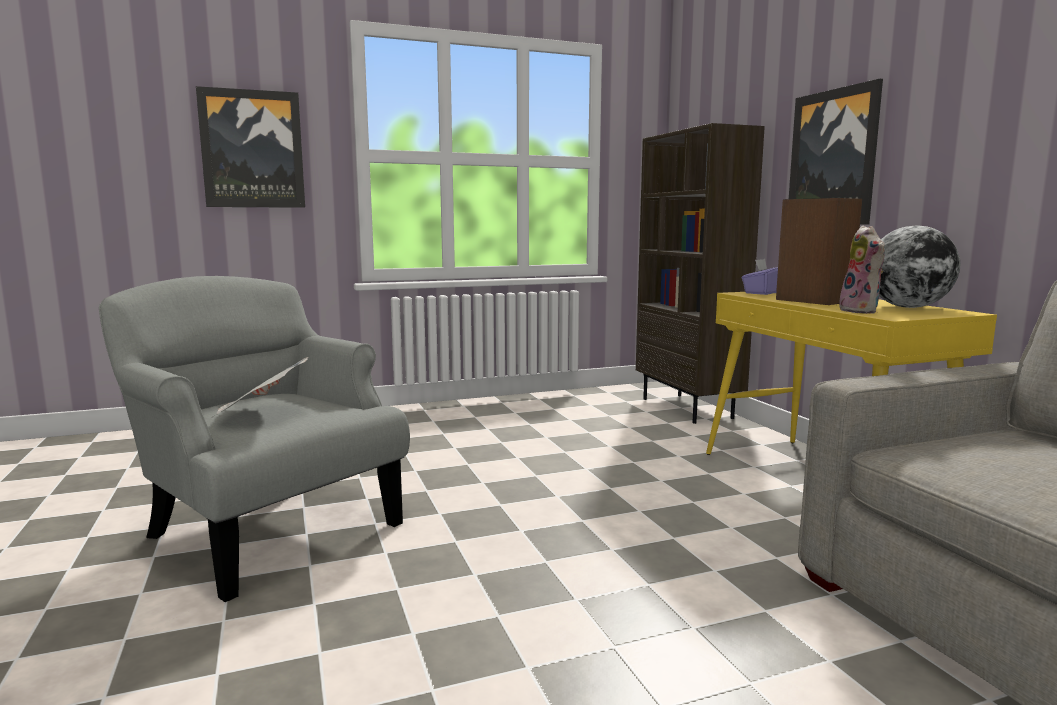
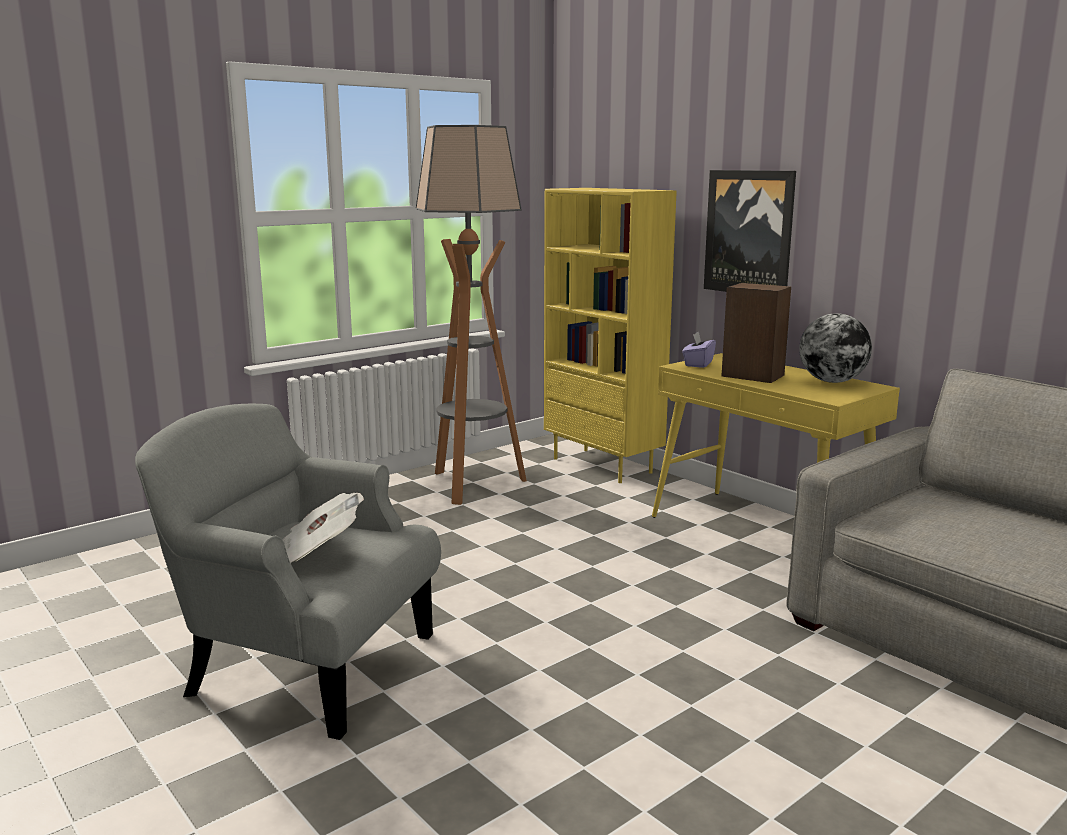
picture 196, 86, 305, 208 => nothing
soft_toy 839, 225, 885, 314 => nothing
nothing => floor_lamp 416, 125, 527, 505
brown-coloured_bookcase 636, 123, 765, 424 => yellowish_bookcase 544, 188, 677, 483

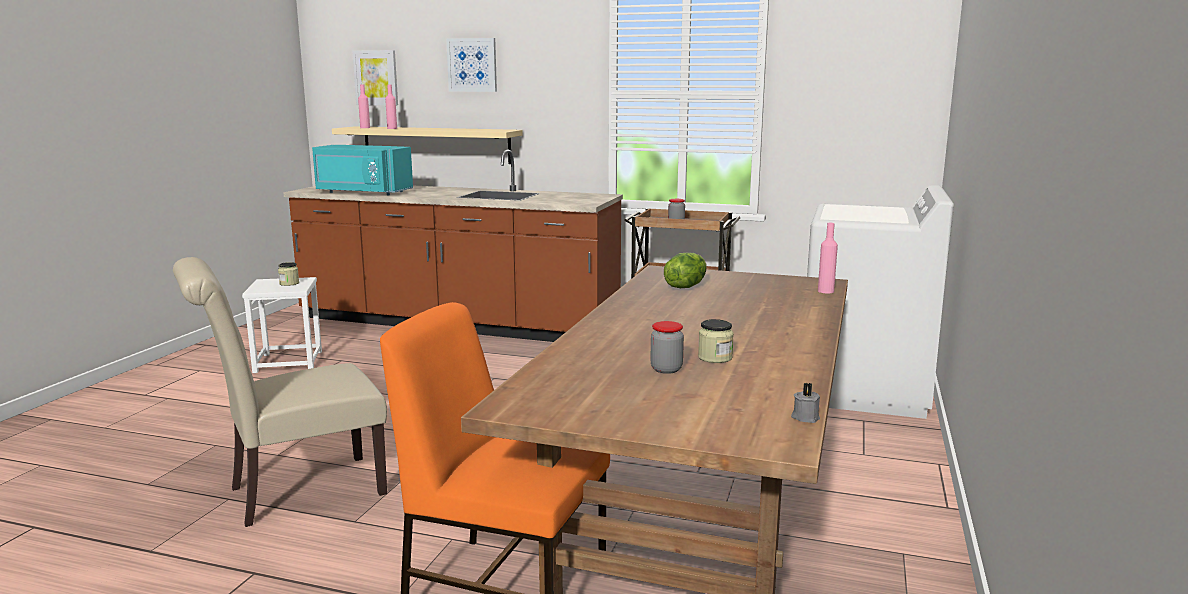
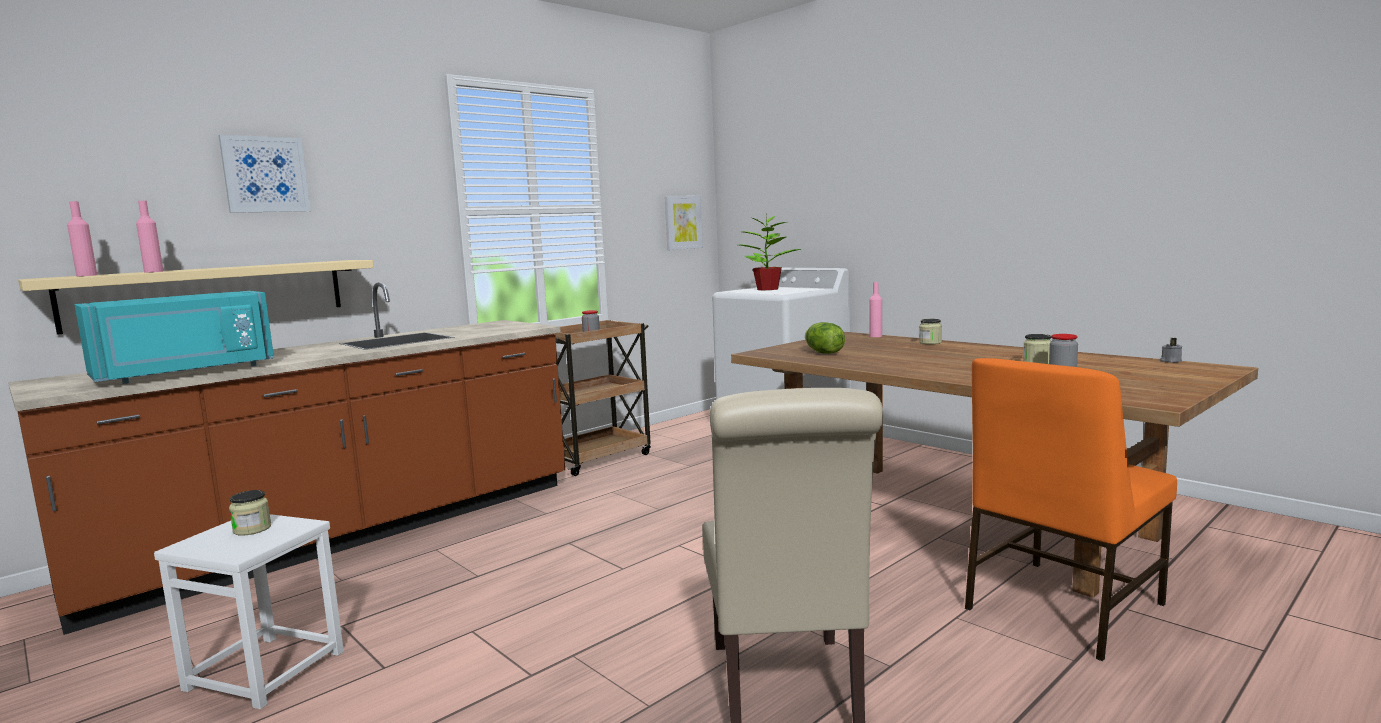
nothing => plant_in_a_pot 740, 214, 801, 290
nothing => jar 919, 319, 942, 344
picture 352, 50, 398, 105 => picture 665, 196, 703, 250, move

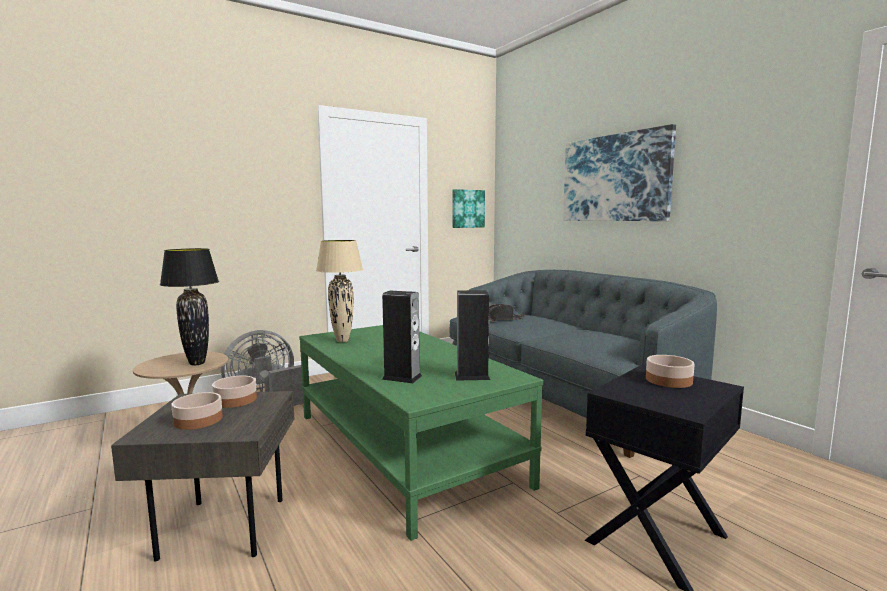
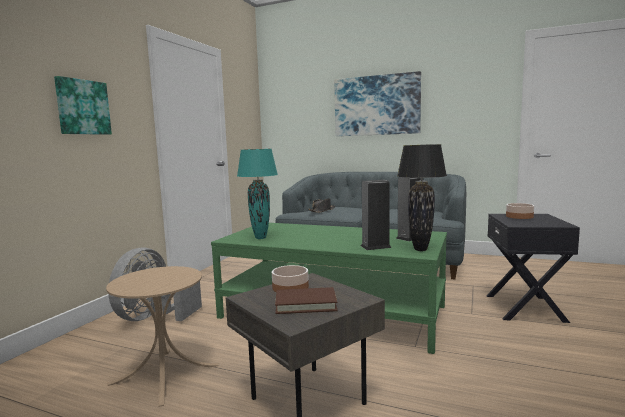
blackish_tabletop_lamp 160, 248, 219, 365 => blackish_tabletop_lamp 397, 144, 447, 251, move
picture 452, 189, 485, 228 => picture 54, 76, 112, 135, move
serving_bowl 171, 392, 223, 430 => brown-coloured_volume 275, 287, 338, 314
beige_tabletop_lamp 316, 240, 363, 342 => blue-green_tabletop_lamp 237, 149, 278, 239

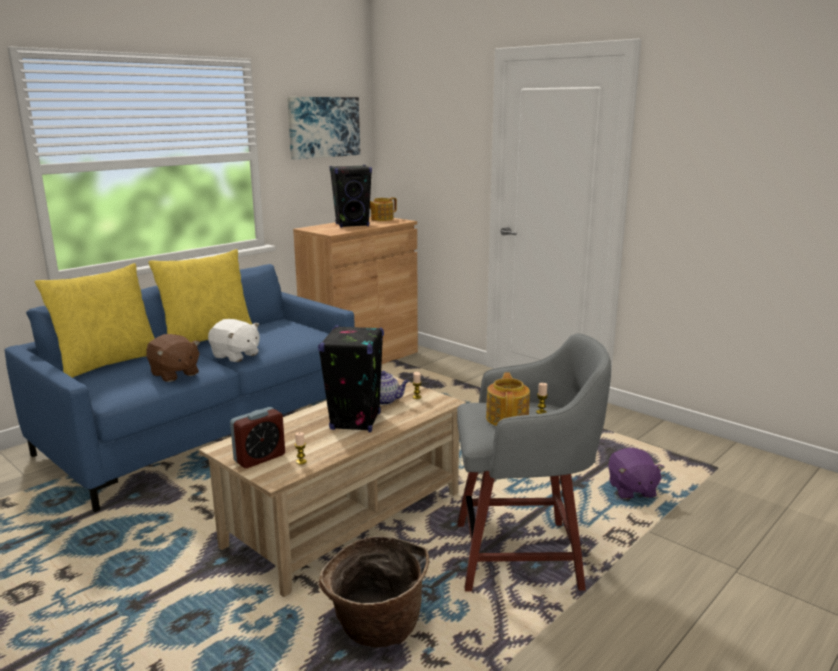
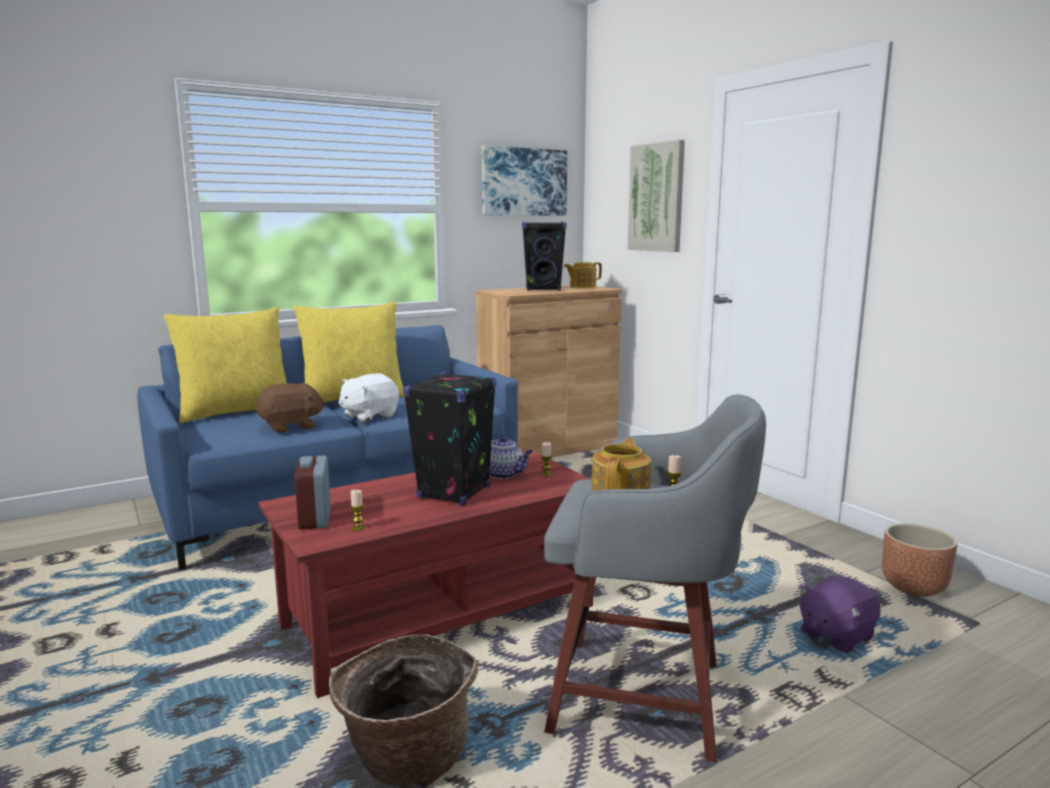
nothing => picture 628, 140, 685, 252
nothing => brown-coloured_plant_pot 882, 523, 957, 596
beige_low_table 199, 377, 466, 597 => red-coloured_low_table 259, 451, 593, 698
brown-coloured_soft_toy 146, 334, 200, 382 => brown-coloured_soft_toy 256, 383, 325, 433, 90 degrees counterclockwise
whitish_soft_toy 208, 319, 260, 362 => whitish_soft_toy 339, 374, 399, 422, 90 degrees clockwise
table_clock 230, 407, 285, 468 => table_clock 294, 455, 331, 529, 105 degrees clockwise
purplish_soft_toy 608, 448, 665, 499 => purplish_soft_toy 799, 577, 881, 653, 45 degrees clockwise

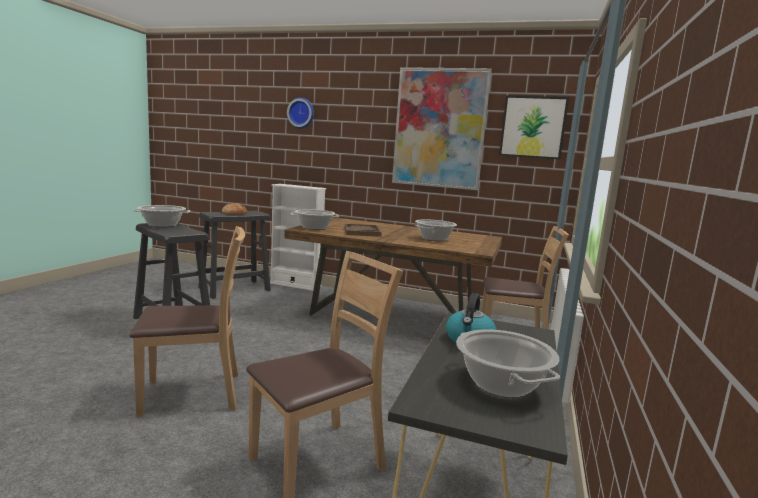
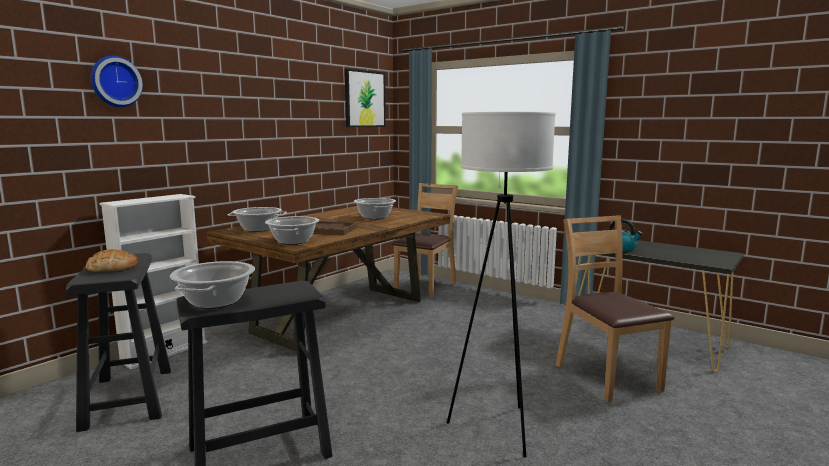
picture 392, 67, 492, 190 => nothing
cooking_pot 456, 329, 560, 398 => cooking_pot 228, 207, 287, 232, move
brown-coloured_chair 129, 226, 245, 417 => whitish_floor_lamp 447, 112, 556, 458

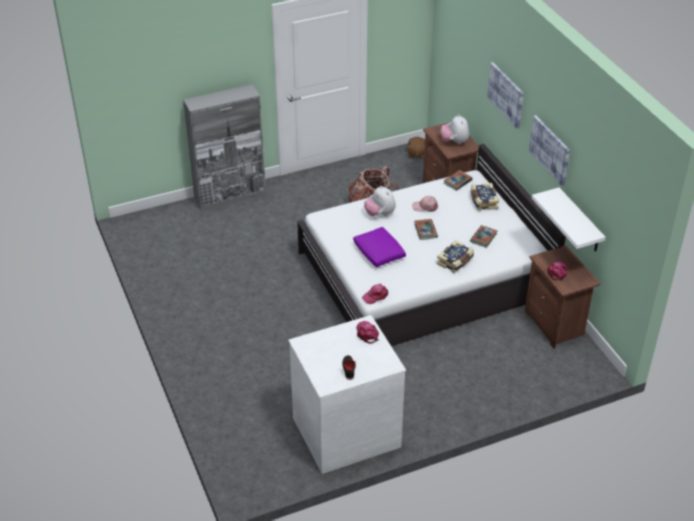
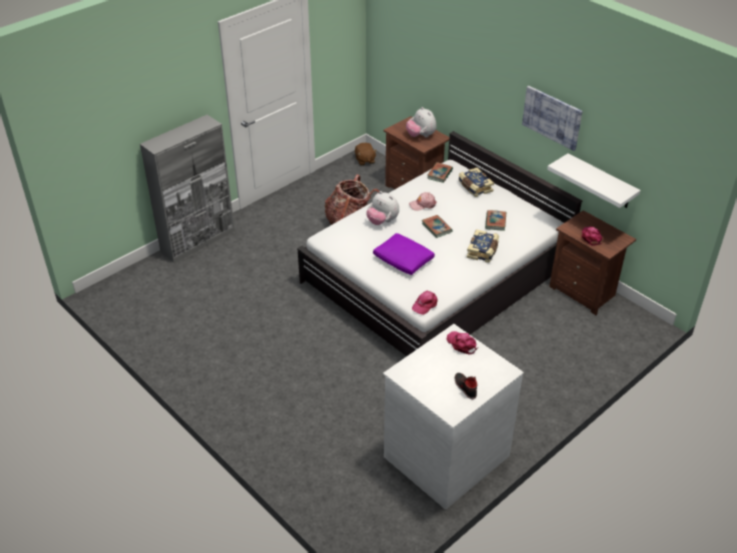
picture 487, 62, 524, 129 => nothing

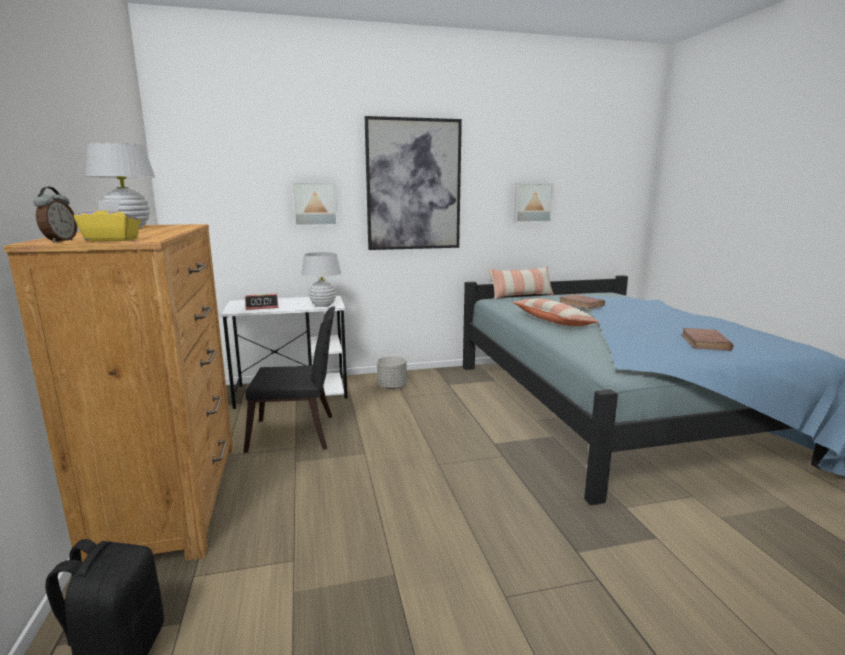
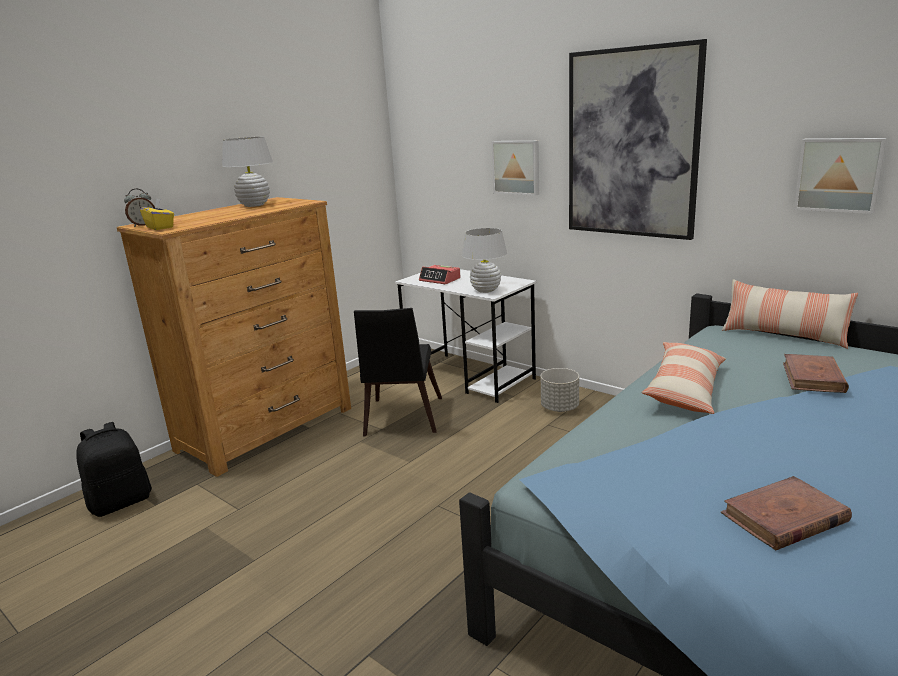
blackish_chair 243, 306, 335, 453 => blackish_chair 354, 308, 442, 436, 45 degrees clockwise

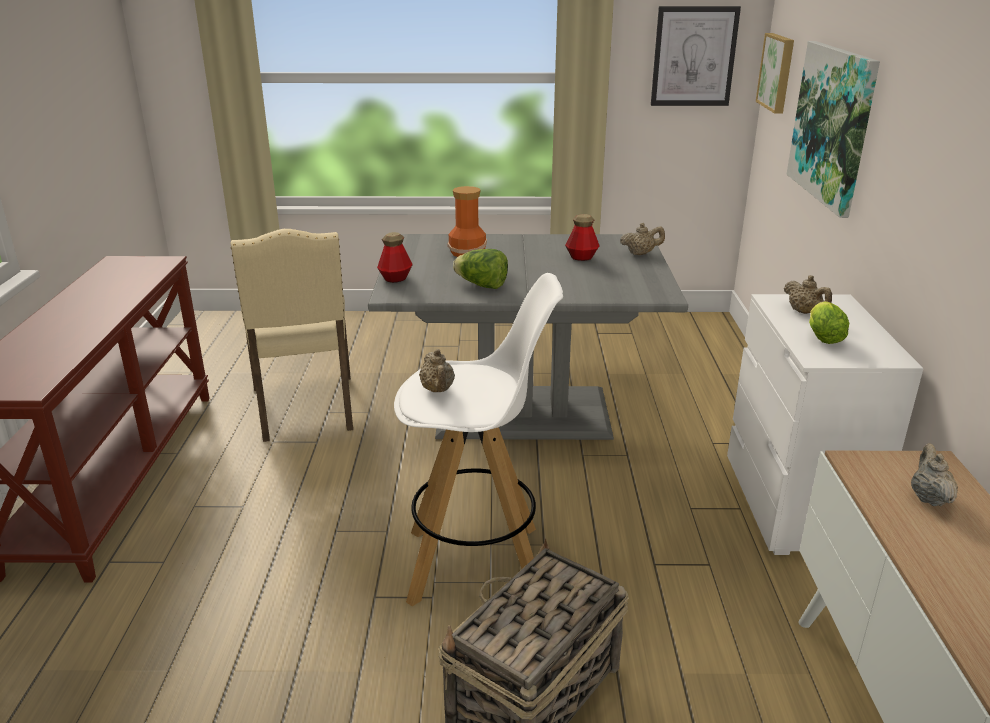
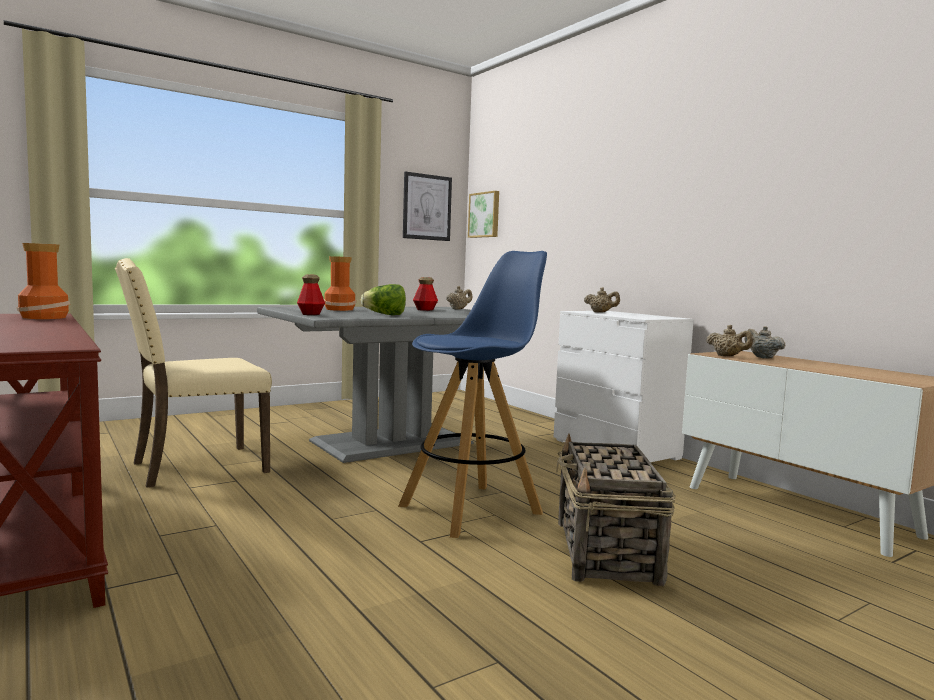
picture 787, 41, 880, 218 => nothing
lettuce_head 809, 301, 849, 344 => nothing
nothing => flower_vase 17, 243, 70, 319
beige_pot_for_tea 419, 349, 455, 392 => beige_pot_for_tea 706, 325, 753, 356, move
whitish_stool_seat 394, 273, 563, 606 => blue_stool_seat 398, 251, 547, 538
beige_chair 231, 229, 353, 442 => beige_chair 115, 258, 272, 488, 105 degrees clockwise

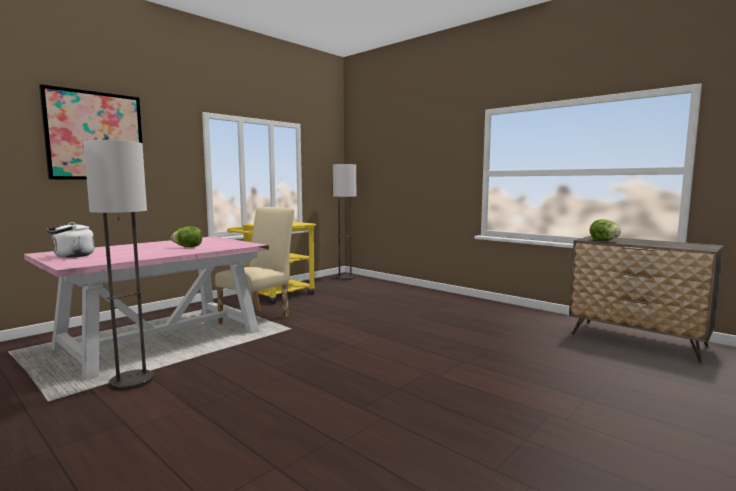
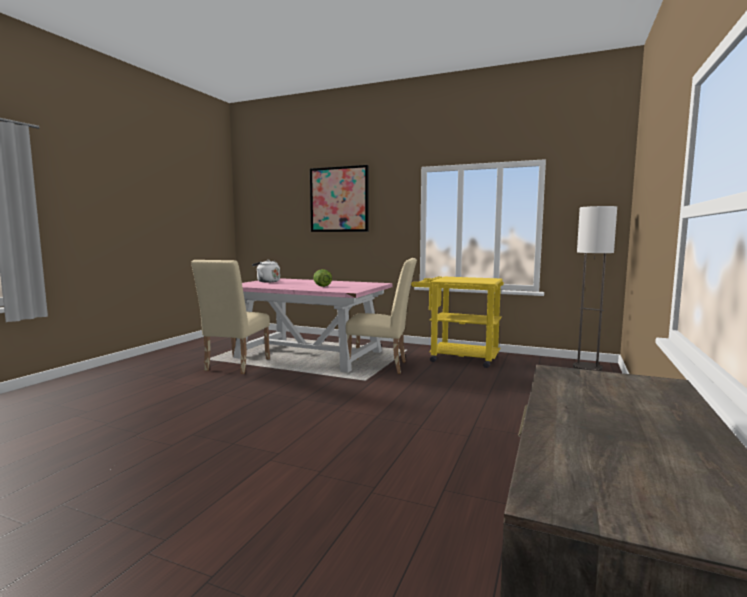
lettuce_head 590, 219, 621, 241 => nothing
floor_lamp 83, 140, 154, 390 => beige_chair 191, 260, 270, 374

